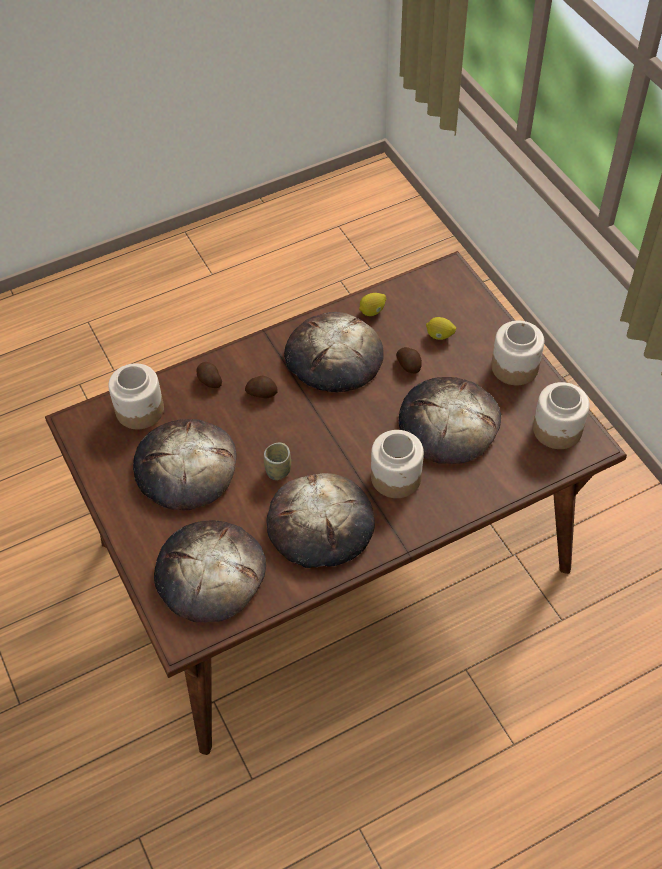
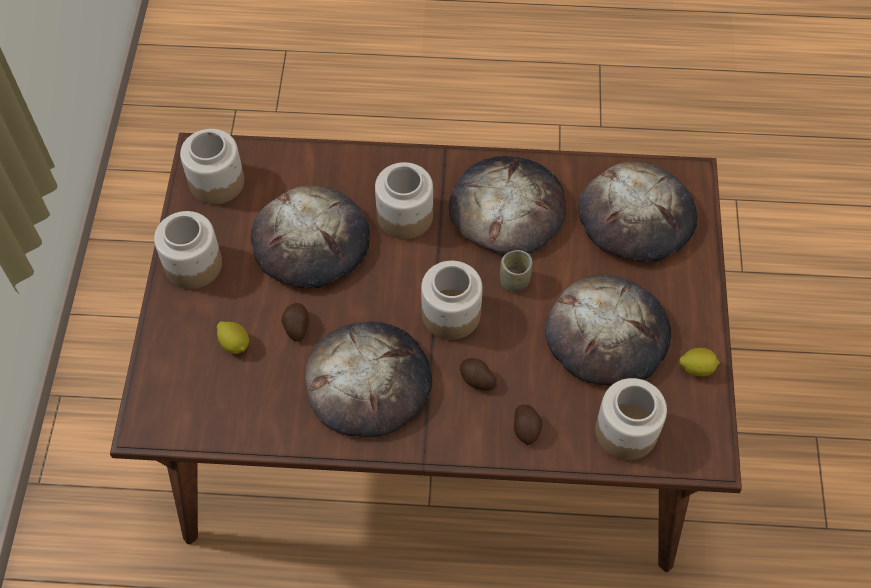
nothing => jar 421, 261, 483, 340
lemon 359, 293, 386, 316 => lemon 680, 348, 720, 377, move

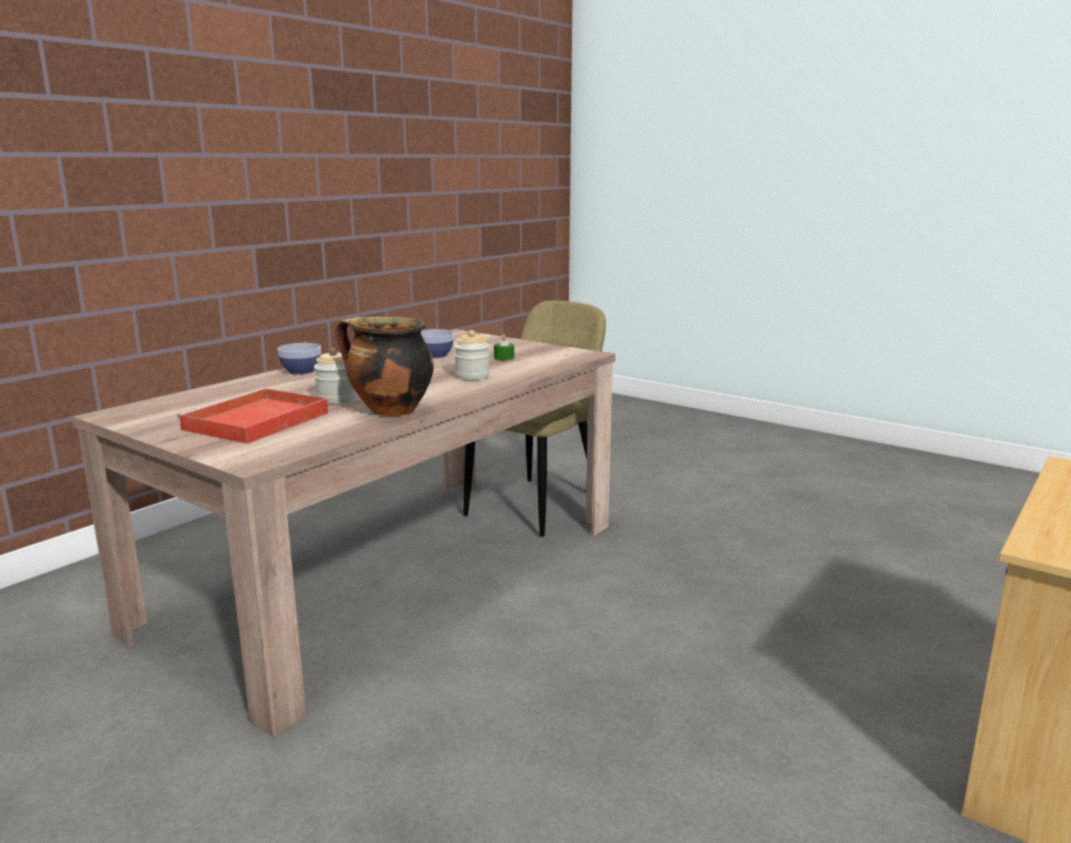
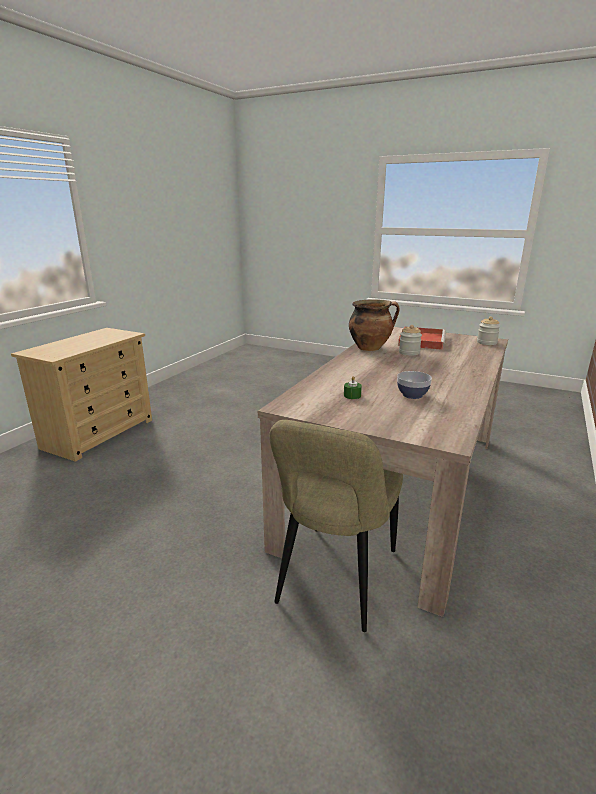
serving_bowl 277, 343, 321, 375 => nothing
jar 454, 330, 490, 380 => jar 477, 317, 500, 345, move

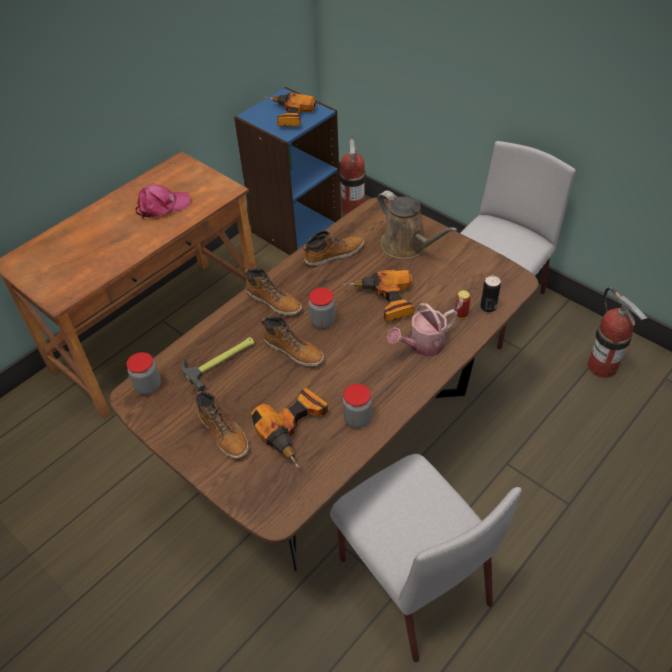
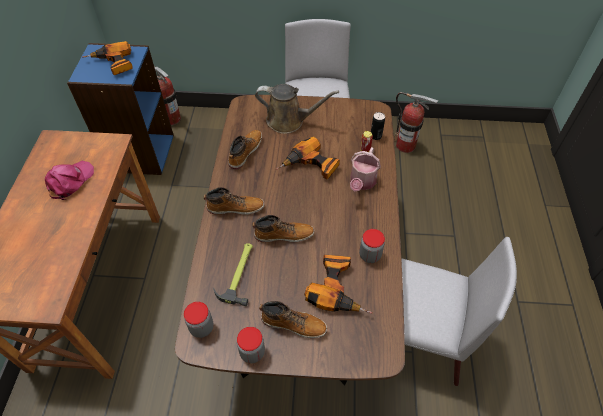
jar 308, 288, 335, 329 => jar 237, 327, 265, 363, move

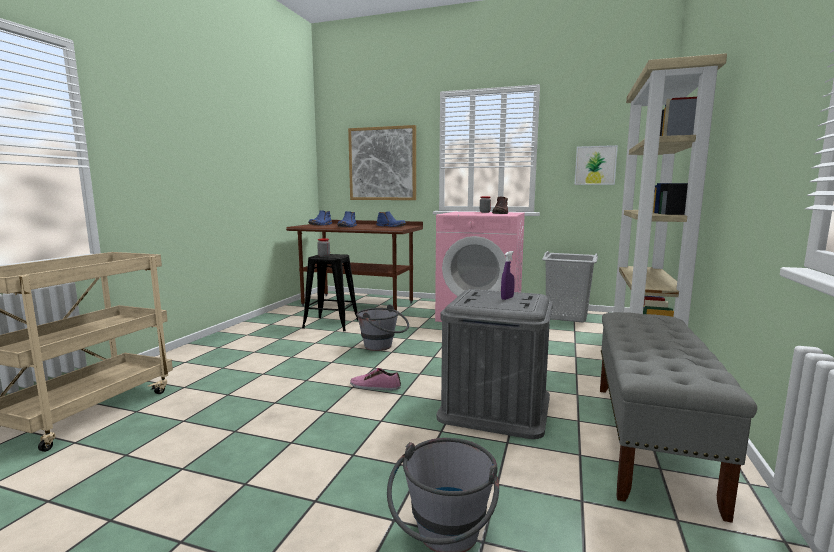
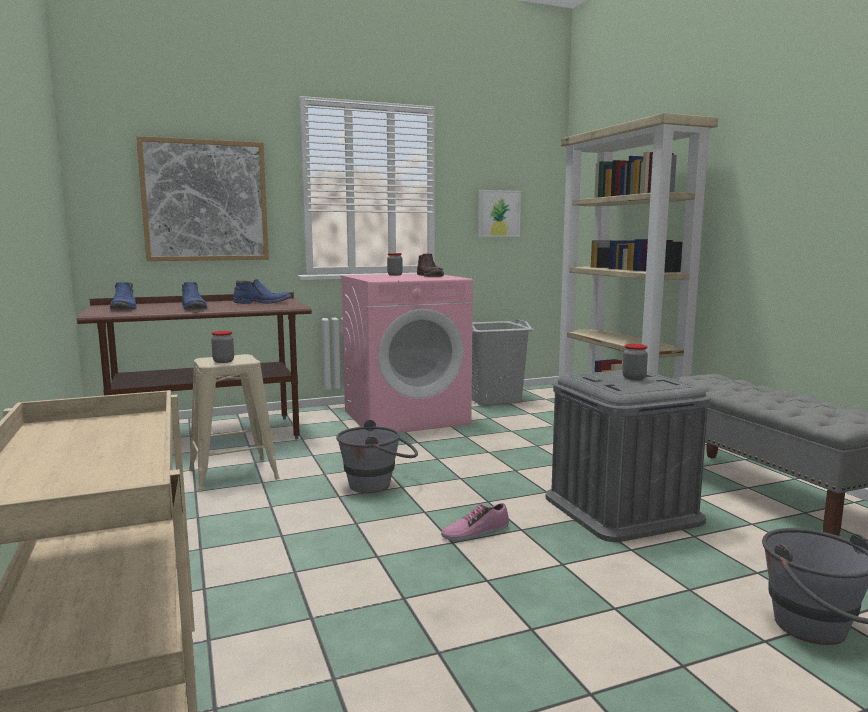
purplish_spray_bottle 501, 251, 515, 300 => jar 622, 344, 648, 380
blackish_stool_seat 302, 254, 358, 331 => beige_stool_seat 189, 354, 280, 492

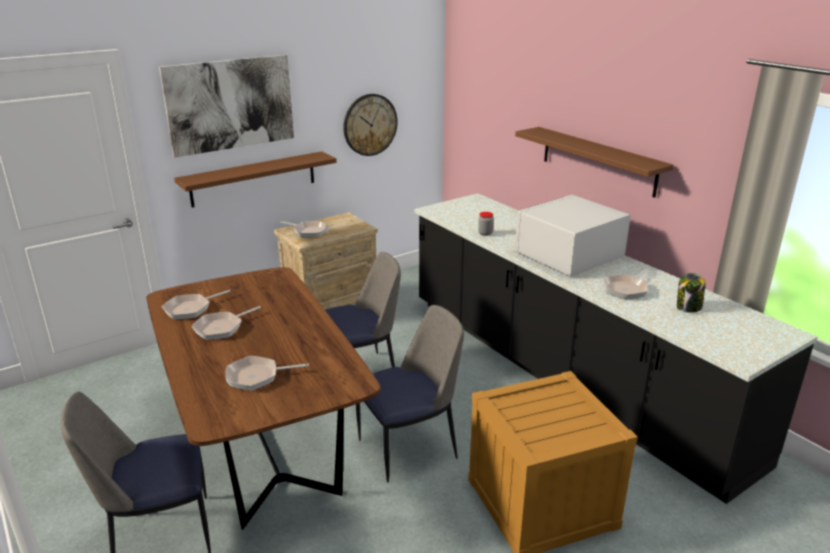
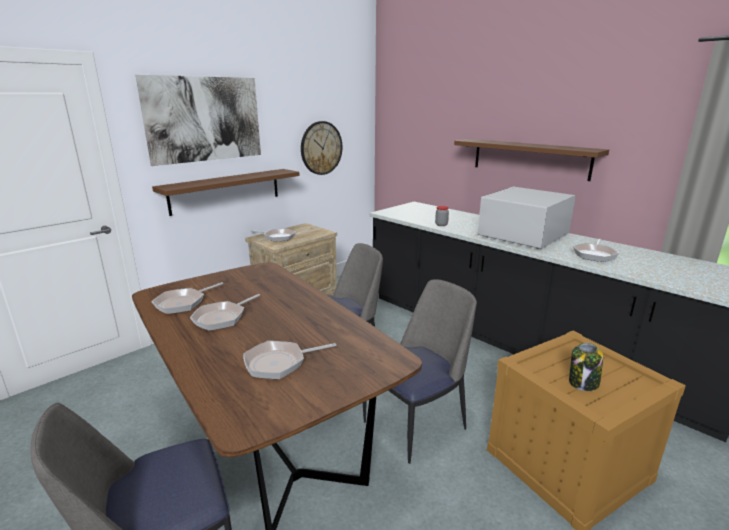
jar 677, 273, 705, 313 => jar 569, 343, 603, 391, move

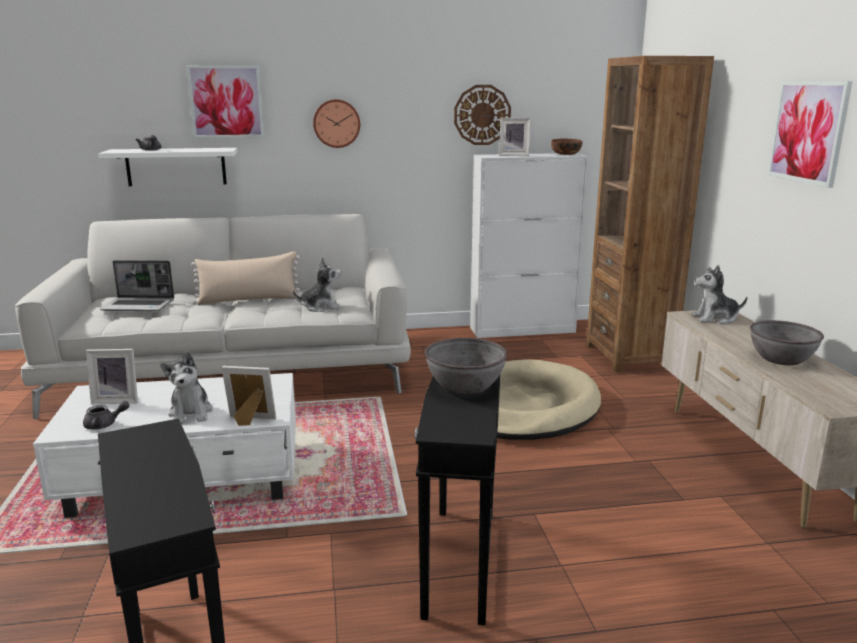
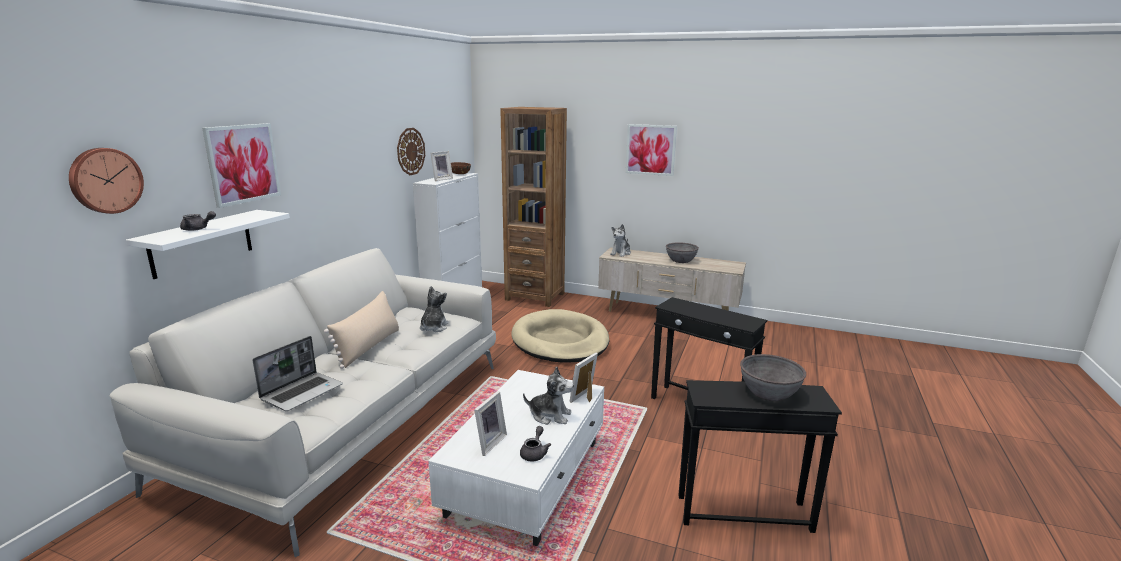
hanging_clock 313, 99, 360, 148 => hanging_clock 69, 148, 144, 214, move
greyish_serving_bowl 425, 338, 508, 395 => greyish_serving_bowl 740, 354, 806, 401, move

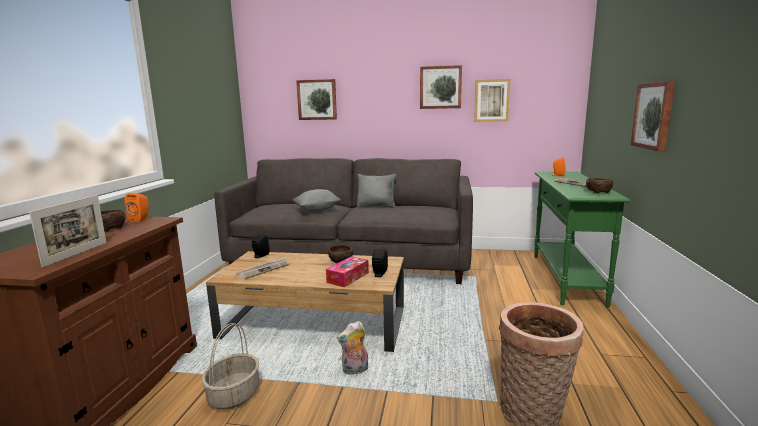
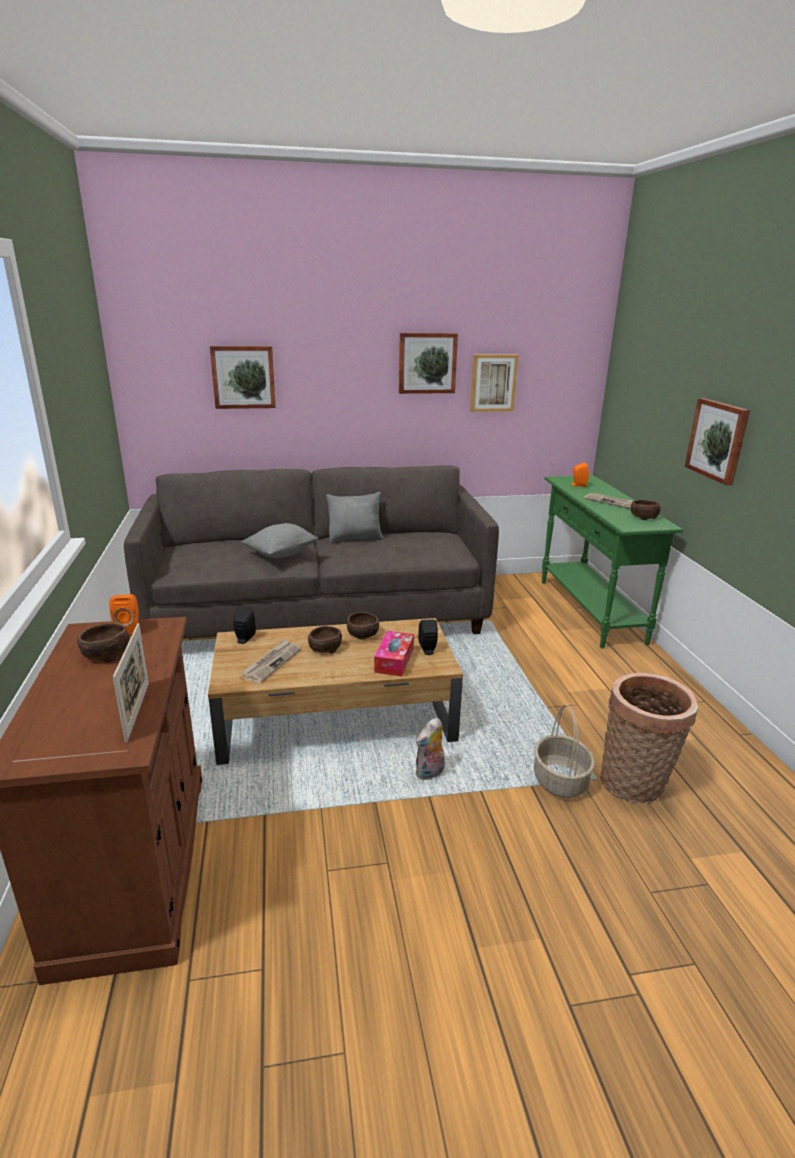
nothing => brown-coloured_serving_bowl 308, 626, 342, 653
storage_basket 202, 323, 259, 410 => storage_basket 534, 705, 595, 798, move

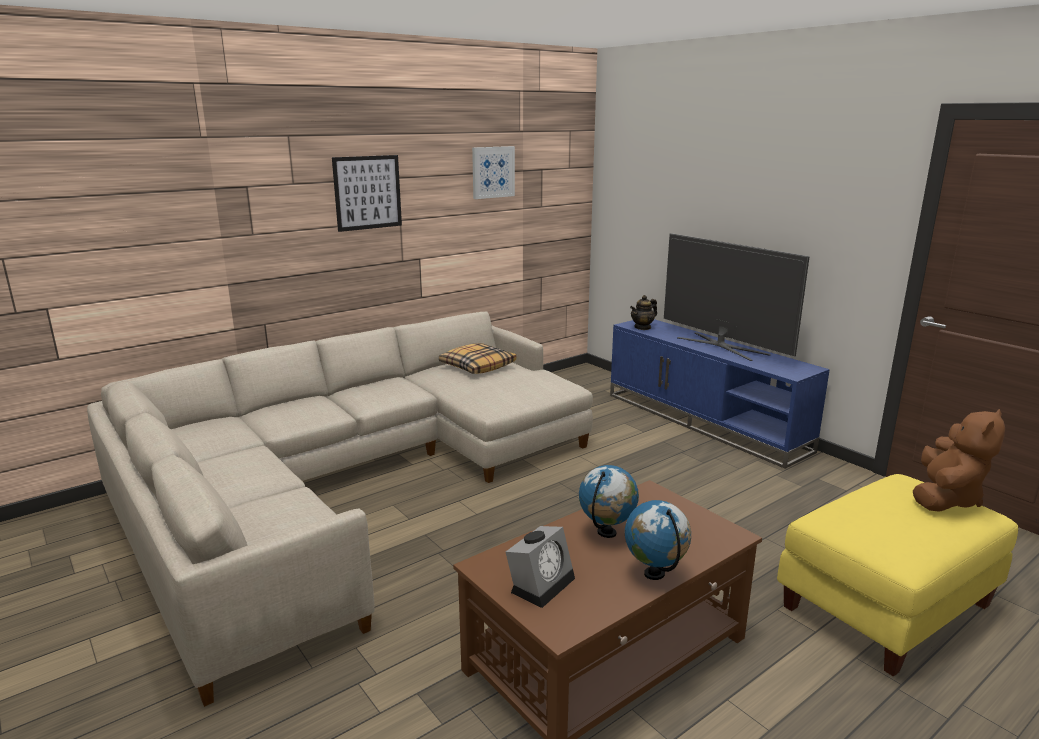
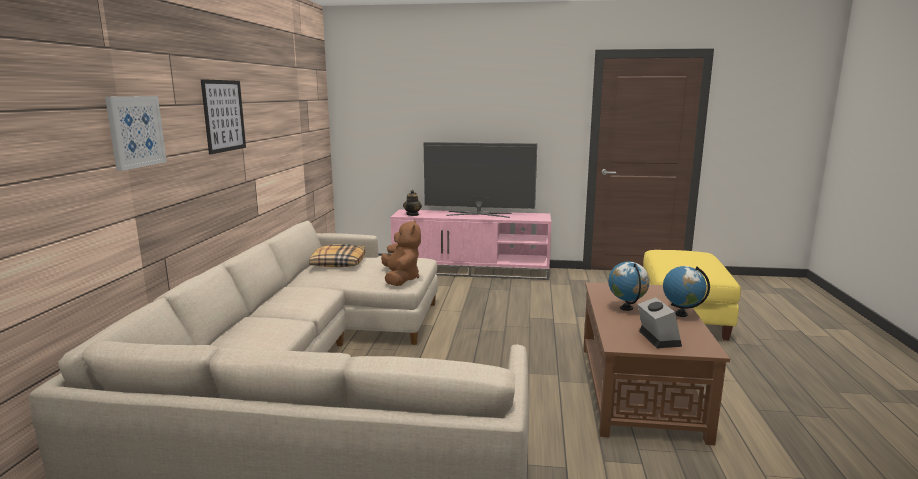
picture 472, 146, 515, 199 => picture 105, 96, 167, 171, move
brown-coloured_soft_toy 913, 409, 1005, 512 => brown-coloured_soft_toy 381, 219, 421, 286, move
blue_tv_stand 610, 319, 830, 469 => pink-coloured_tv_stand 391, 210, 551, 280

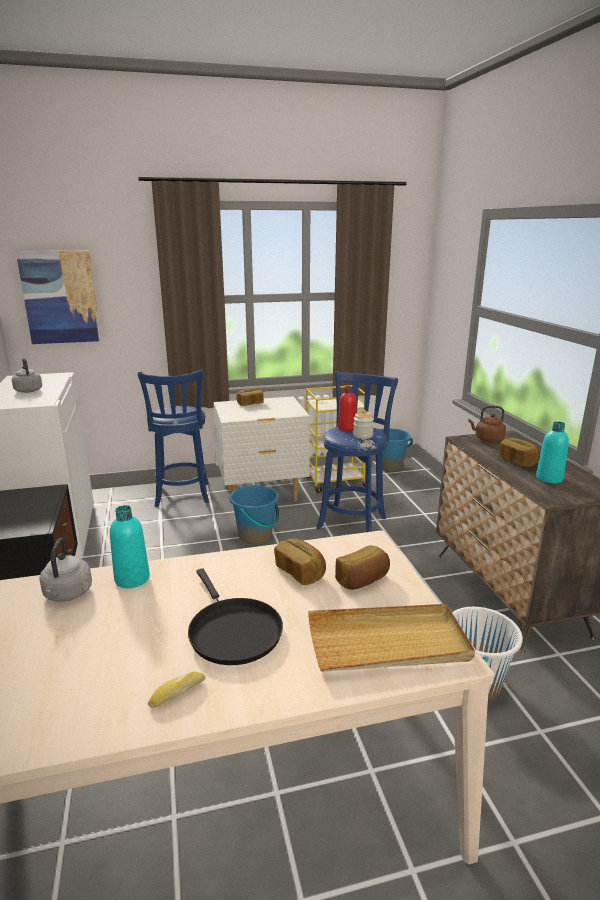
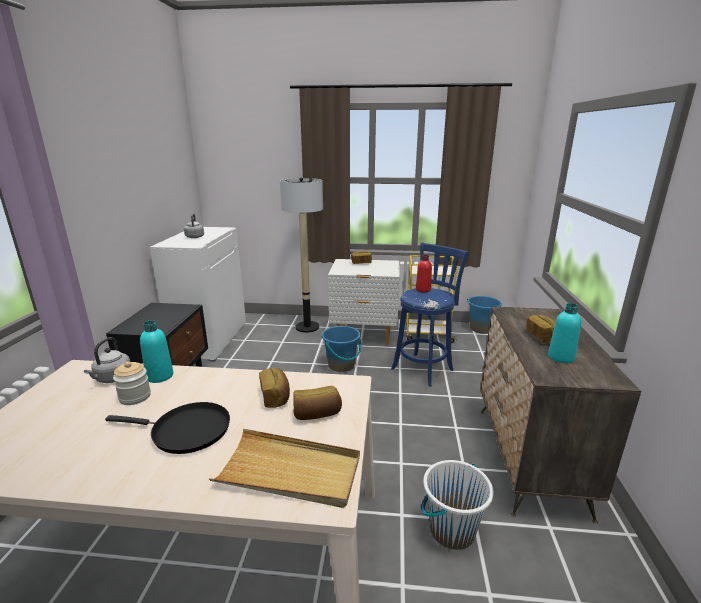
picture 16, 250, 101, 344 => nothing
bread 148, 672, 205, 708 => nothing
brown-coloured_water_kettle 468, 405, 506, 442 => nothing
jar 353, 410, 374, 439 => jar 113, 362, 151, 405, move
blue_stool_seat 138, 369, 209, 507 => floor_lamp 280, 177, 323, 333
blackish_pan 188, 568, 283, 665 => blackish_pan 105, 402, 230, 454, 75 degrees counterclockwise

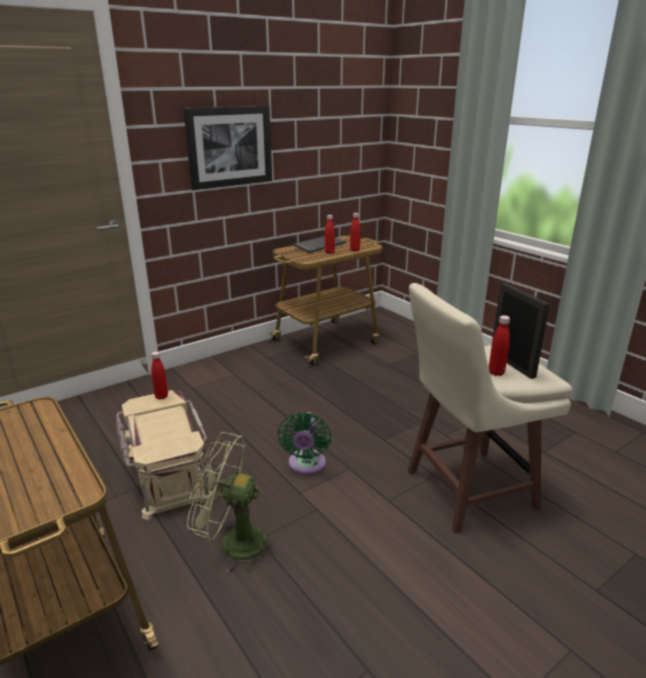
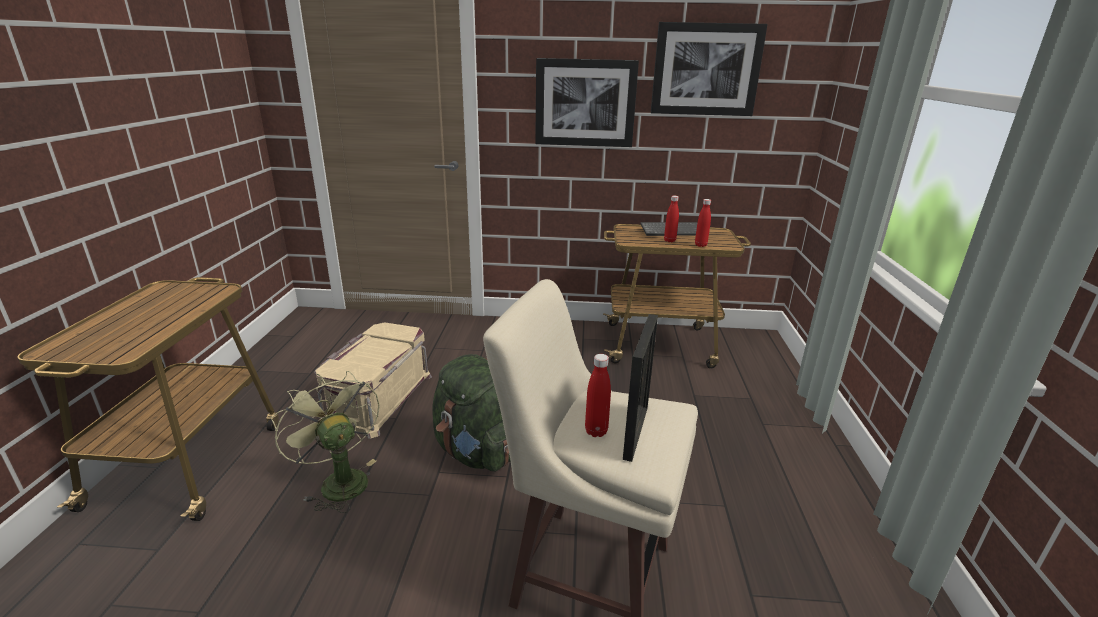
red-coloured_drink_bottle 151, 351, 168, 400 => nothing
nothing => picture 651, 22, 768, 116
green-coloured_fan 277, 412, 331, 475 => green-coloured_knapsack 432, 354, 511, 472

